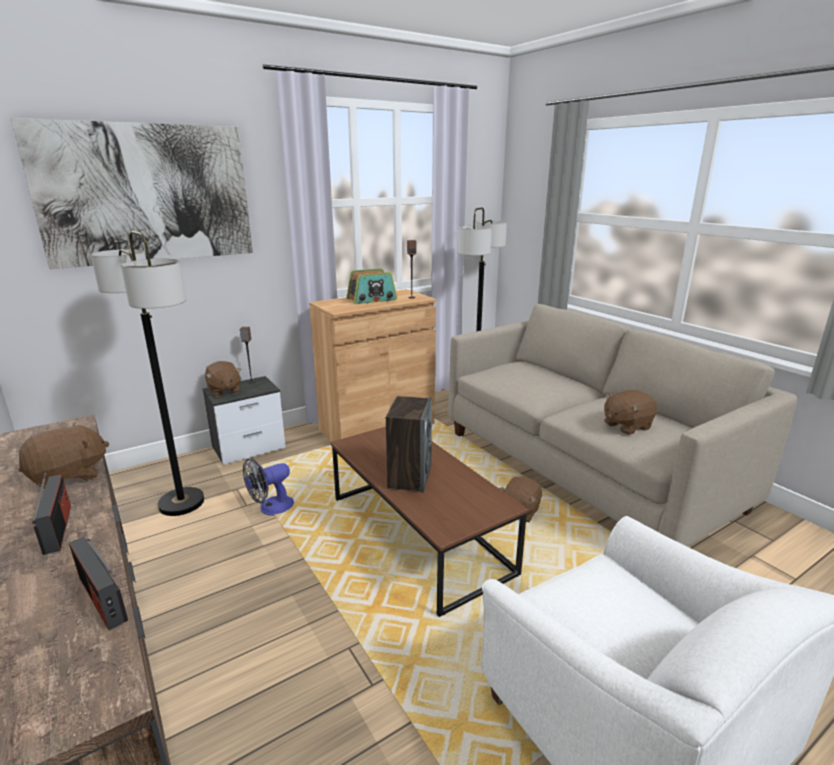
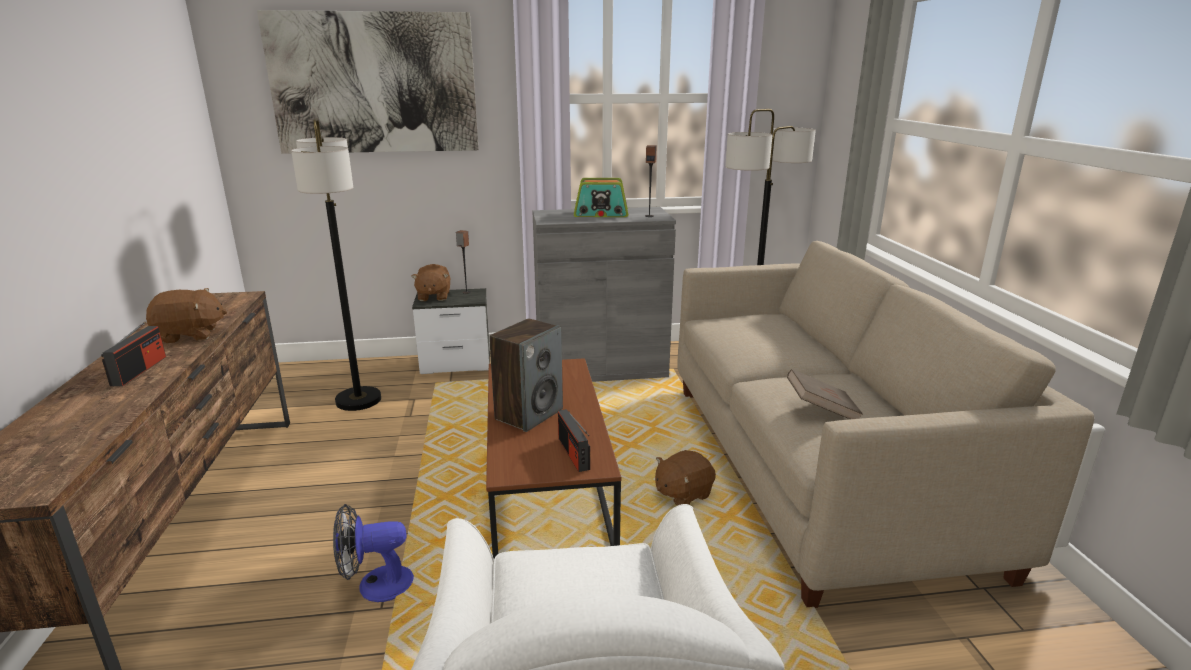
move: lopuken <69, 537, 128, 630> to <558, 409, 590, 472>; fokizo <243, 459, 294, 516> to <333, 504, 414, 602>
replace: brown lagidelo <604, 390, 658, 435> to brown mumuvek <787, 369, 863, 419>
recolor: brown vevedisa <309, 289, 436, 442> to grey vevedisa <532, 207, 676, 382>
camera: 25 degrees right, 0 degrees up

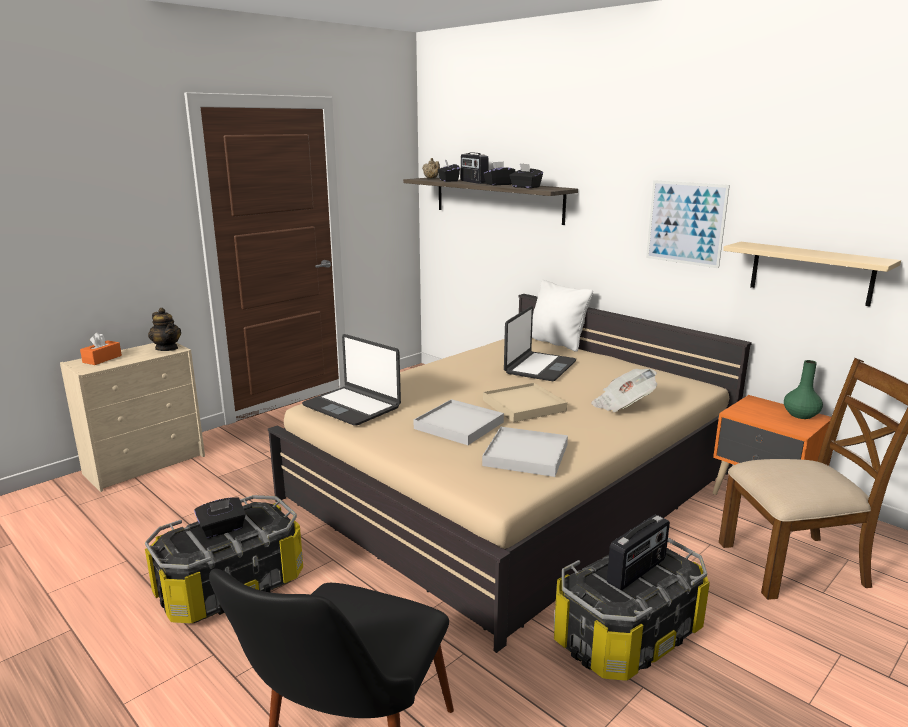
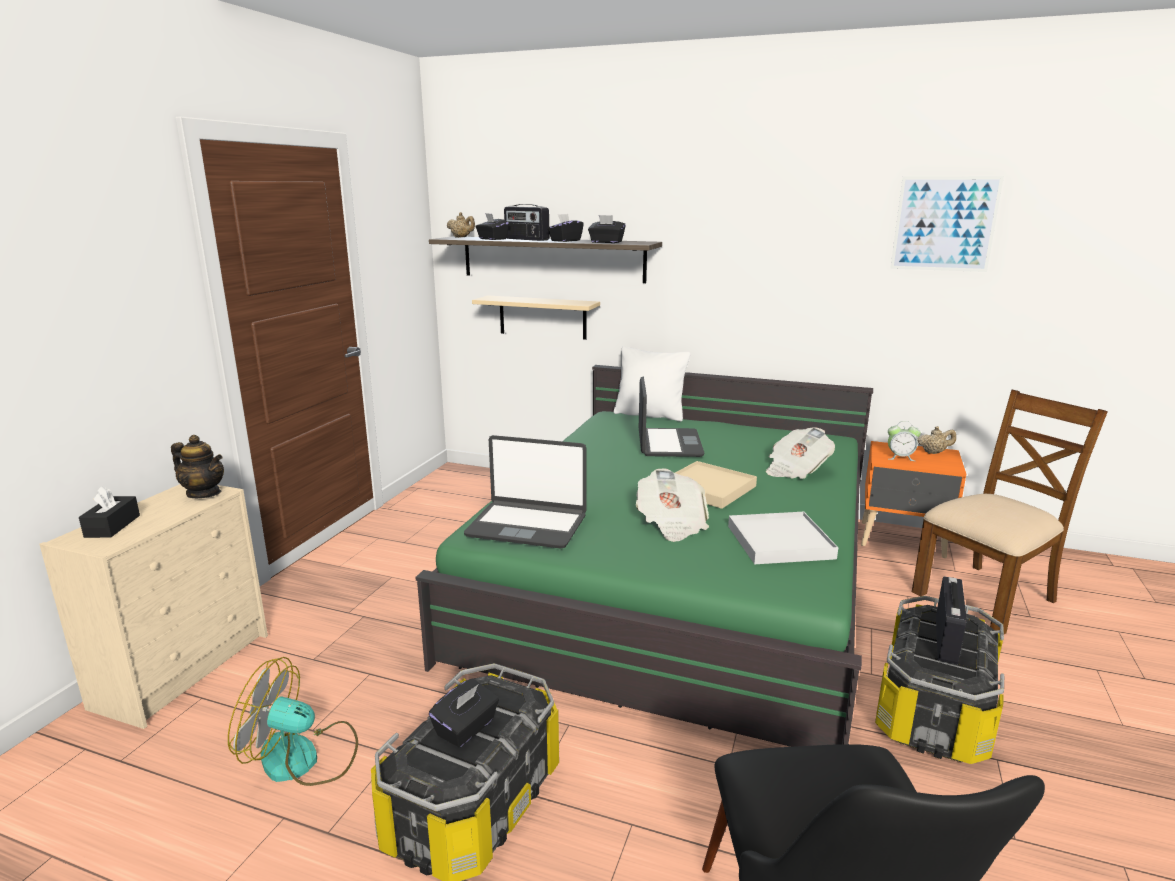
insert: fokizo <228, 657, 358, 786>; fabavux <888, 421, 921, 461>
move: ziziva <646, 180, 730, 268> to <890, 176, 1004, 272>; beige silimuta <723, 242, 901, 306> to <472, 295, 600, 340>
replace: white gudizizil <414, 399, 504, 445> to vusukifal <636, 468, 709, 542>; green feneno <784, 360, 823, 419> to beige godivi <917, 426, 956, 454>
recolor: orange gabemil <80, 332, 122, 365> to black gabemil <79, 486, 140, 538>; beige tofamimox <268, 294, 752, 653> to green tofamimox <415, 365, 873, 747>
camera: 25 degrees left, 0 degrees up

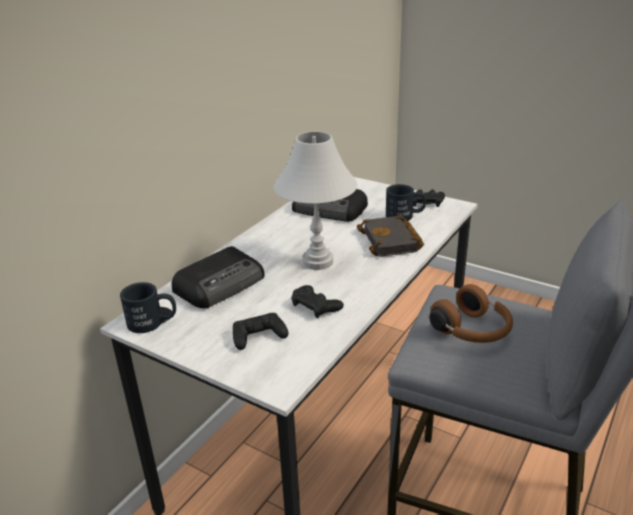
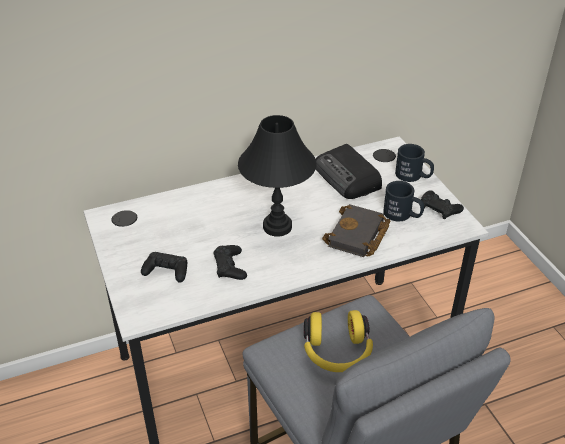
delete: lopuken <172, 246, 265, 308>
move: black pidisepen <120, 282, 176, 333> to <395, 144, 434, 182>
recolor: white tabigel <274, 132, 358, 270> to black tabigel <238, 115, 317, 237>; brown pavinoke <429, 284, 513, 343> to yellow pavinoke <304, 310, 373, 372>
camera: 35 degrees right, 10 degrees up

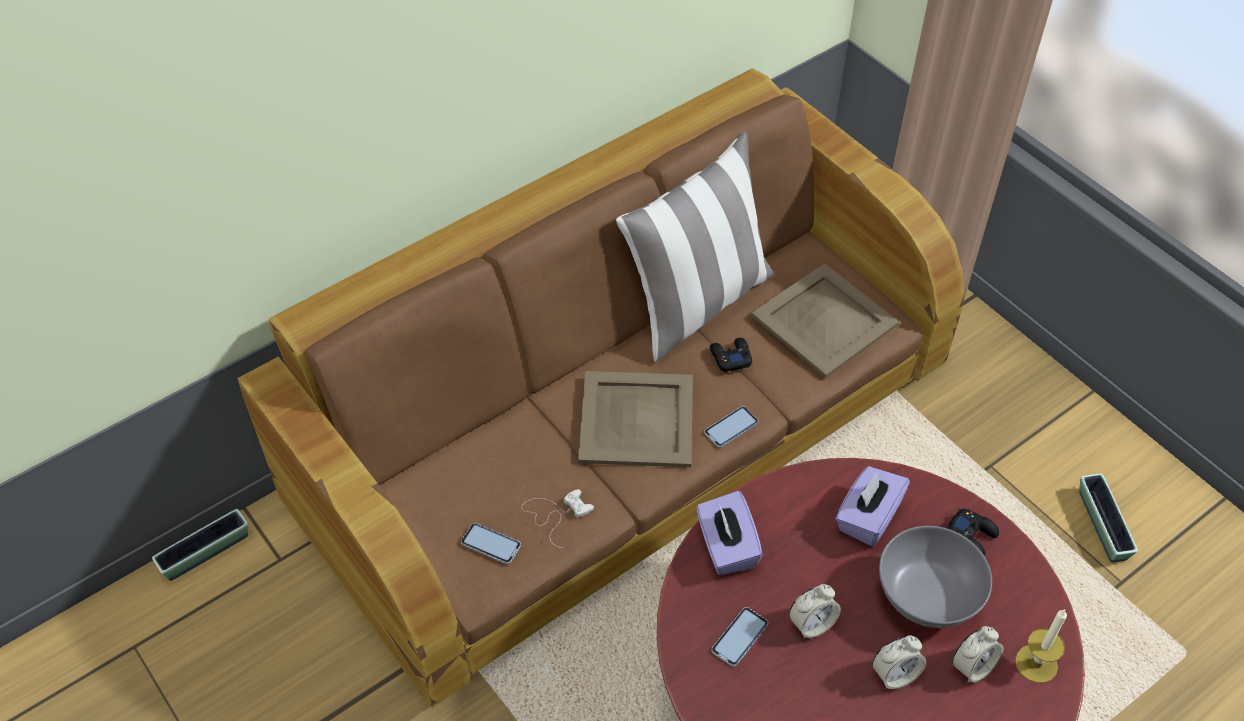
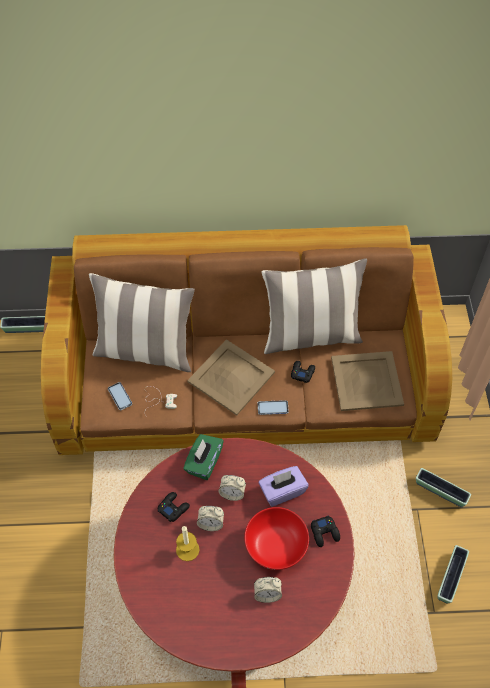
insert: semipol <89, 273, 195, 372>; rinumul <416, 468, 471, 507>
move: fabavux <872, 635, 926, 689> to <218, 475, 246, 501>; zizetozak <1015, 609, 1067, 683> to <176, 526, 199, 561>
replace: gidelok <711, 607, 768, 667> to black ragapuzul <158, 492, 190, 522>
recolor: purple gabemil <696, 491, 763, 575> to green gabemil <183, 434, 224, 480>; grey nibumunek <879, 526, 992, 628> to red nibumunek <244, 507, 309, 570>
camera: 35 degrees right, 5 degrees up

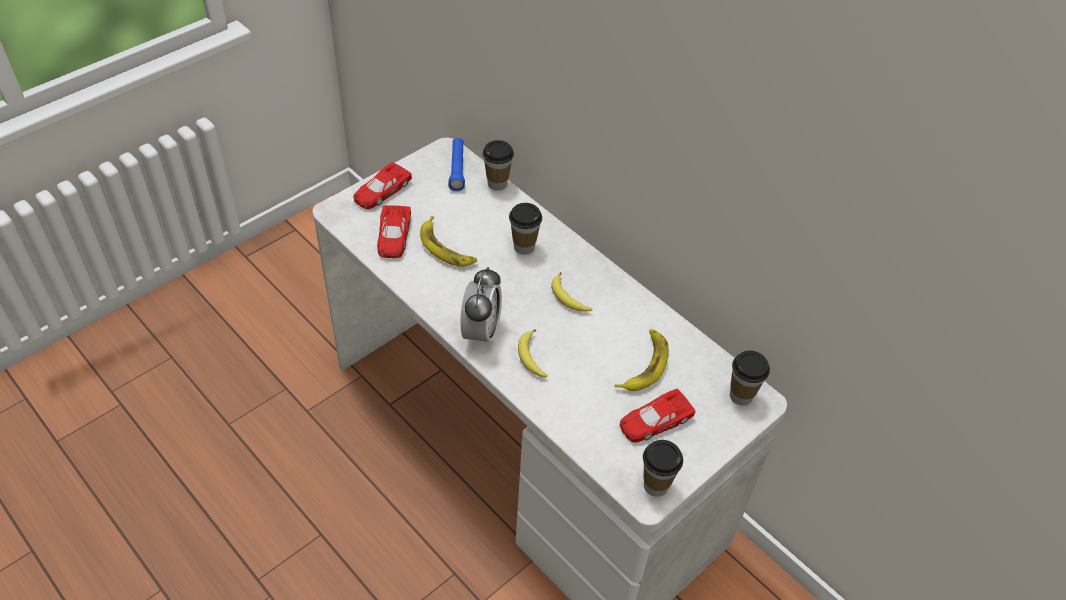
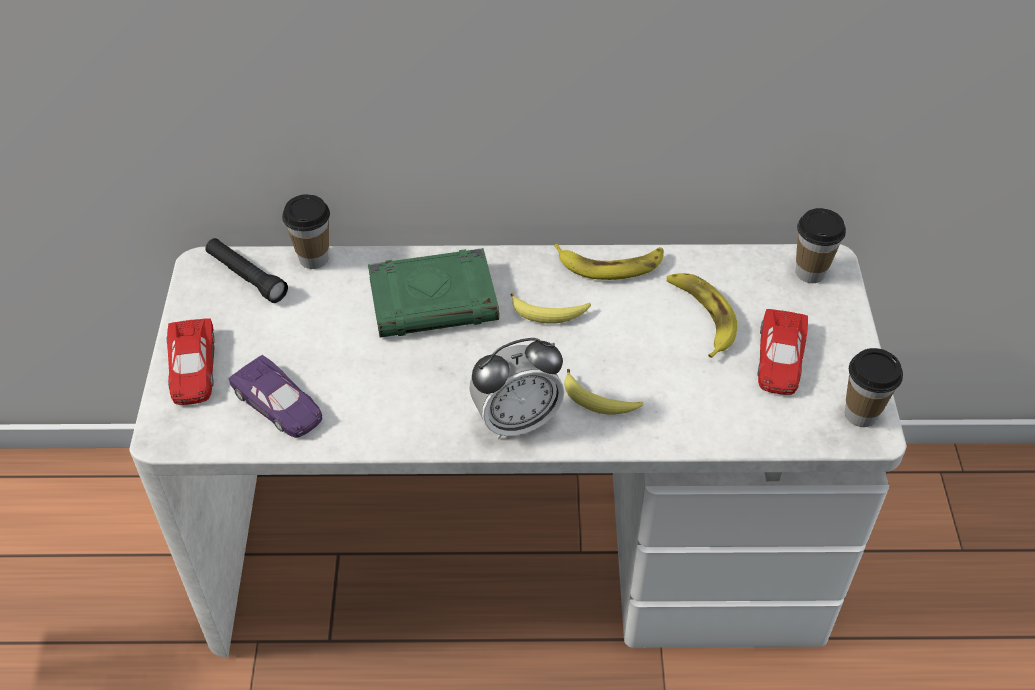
move: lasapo <420, 216, 477, 267> to <554, 244, 664, 280>
replace: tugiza <509, 203, 542, 255> to green mumuvek <368, 248, 499, 338>
recolor: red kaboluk <377, 205, 411, 258> to purple kaboluk <229, 355, 322, 438>; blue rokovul <448, 138, 465, 191> to black rokovul <205, 238, 288, 303>
rotate: fabavux <460, 267, 502, 348> = <469, 338, 564, 439> 105 degrees clockwise
camera: 45 degrees left, 0 degrees up

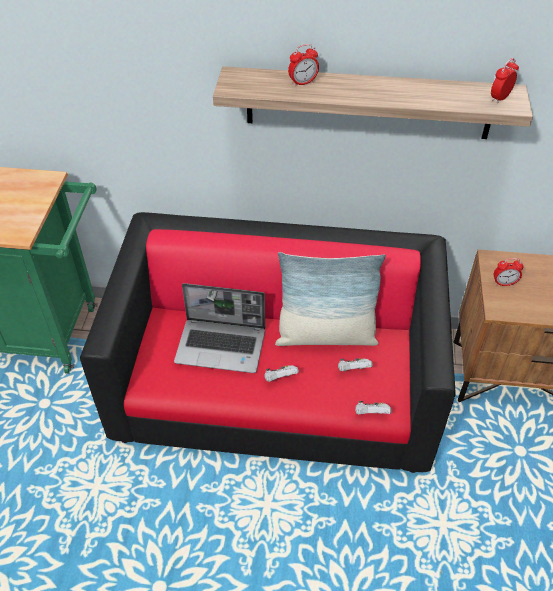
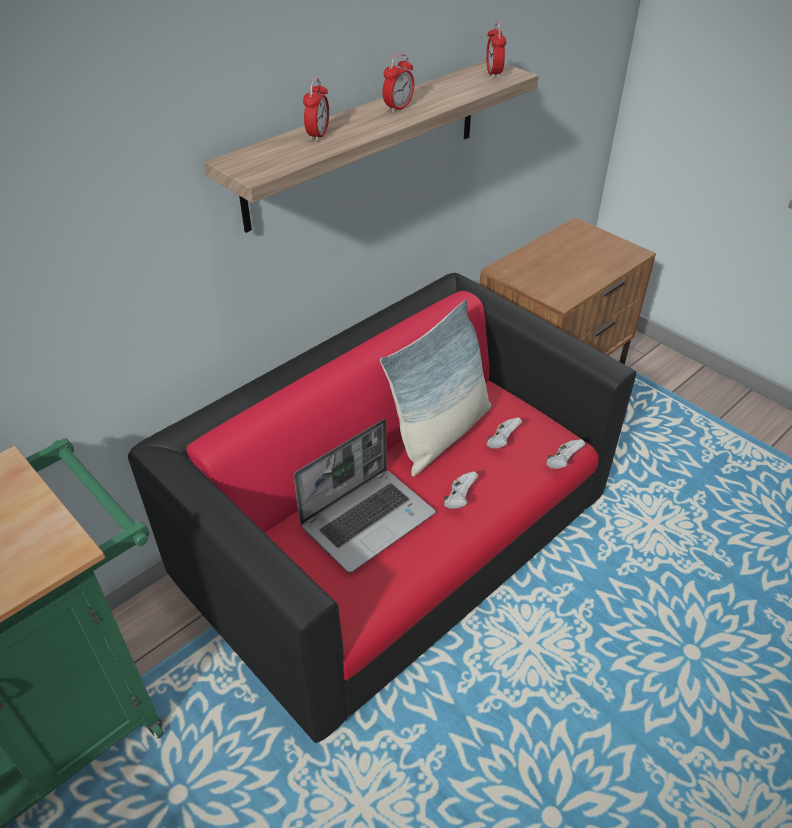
move: fabavux <494, 258, 524, 286> to <382, 54, 414, 113>
camera: 50 degrees left, 5 degrees down

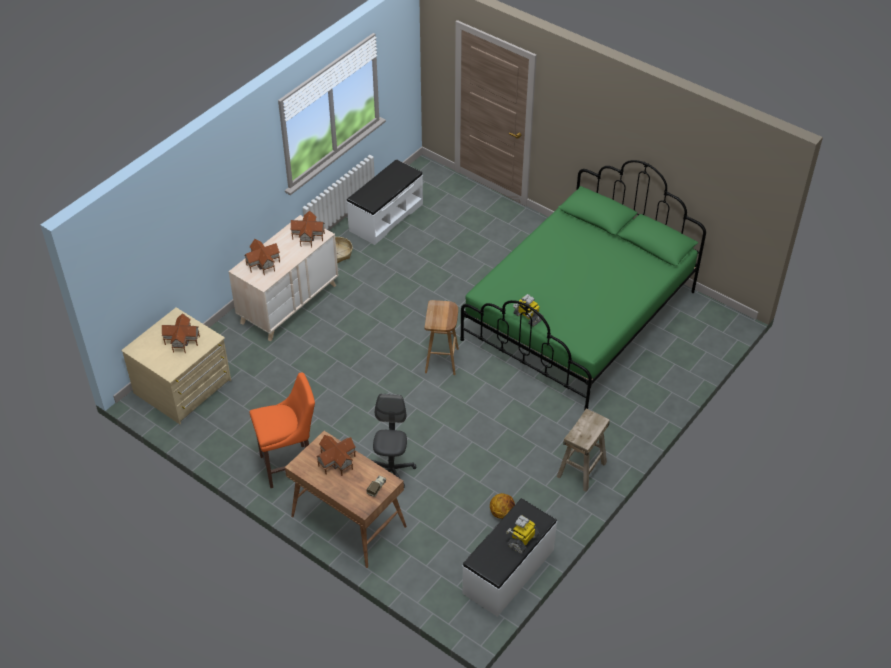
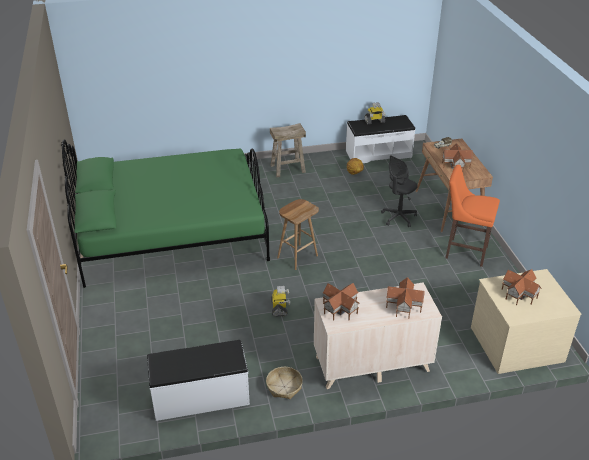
move: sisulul <513, 294, 543, 327> to <271, 286, 290, 317>
camera: 140 degrees left, 10 degrees down

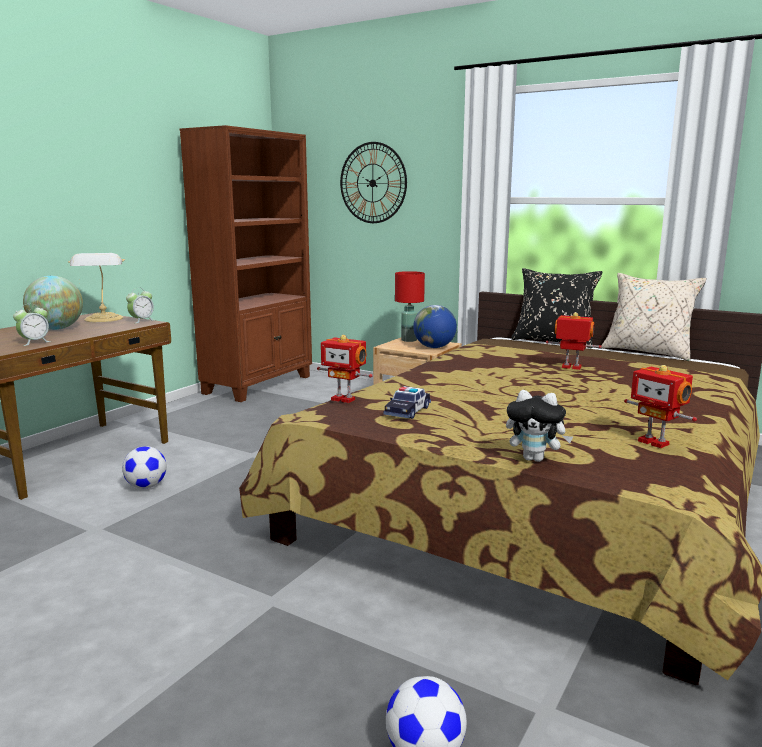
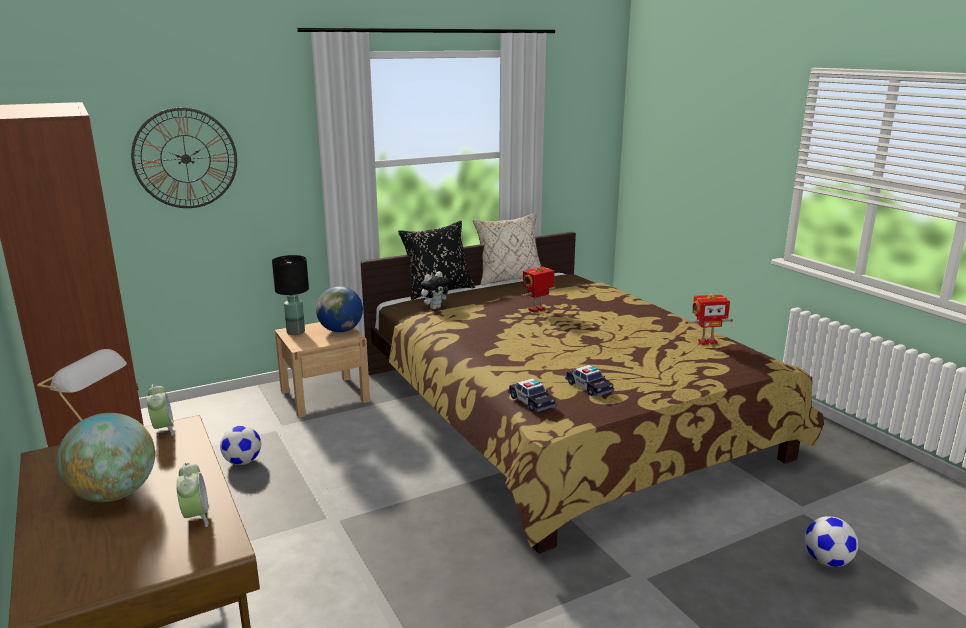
move: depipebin <122, 446, 167, 489> to <220, 425, 261, 465>; lagidelo <506, 390, 573, 462> to <420, 271, 450, 310>
replace: sisulul <317, 335, 372, 403> to kaboluk <508, 378, 556, 412>
recolor: red tabigel <395, 271, 425, 342> to black tabigel <272, 255, 309, 335>
camera: 60 degrees left, 5 degrees up

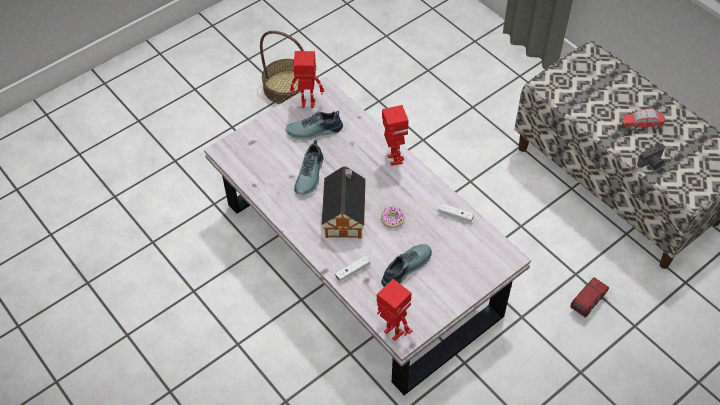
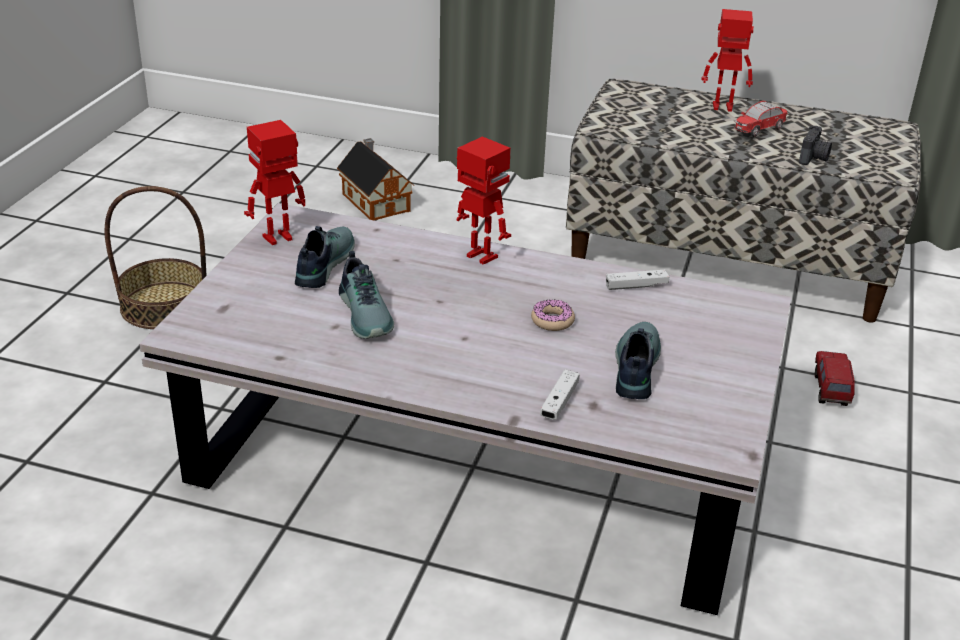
move: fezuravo <321, 166, 366, 238> to <337, 138, 414, 221>; sisulul <377, 279, 412, 341> to <701, 9, 754, 112>
rotate: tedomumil <286, 111, 343, 140> = <295, 226, 355, 288> 150 degrees clockwise
camera: 35 degrees left, 20 degrees down

